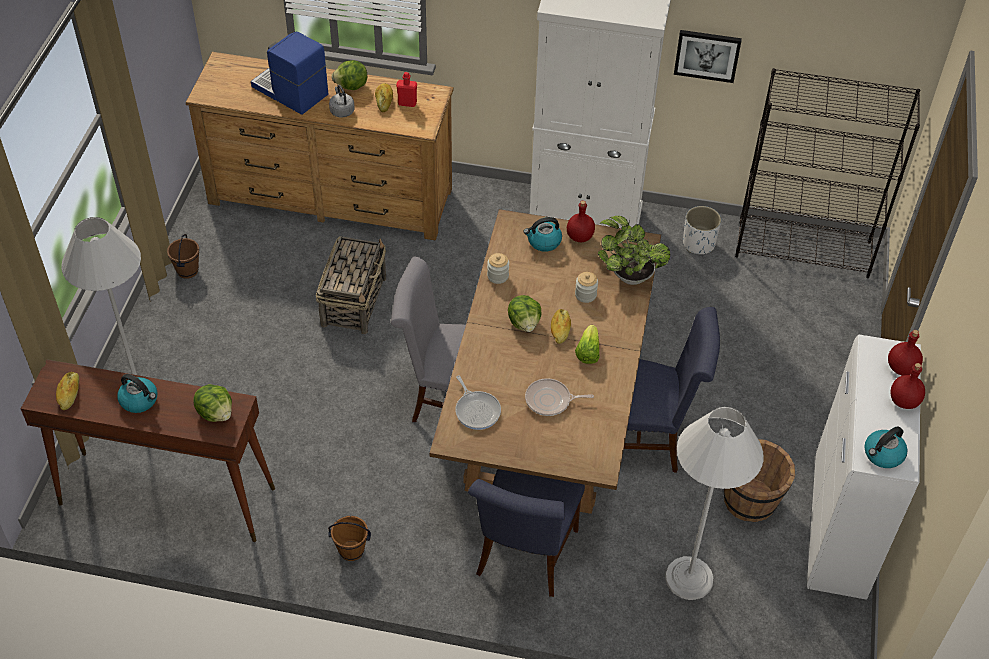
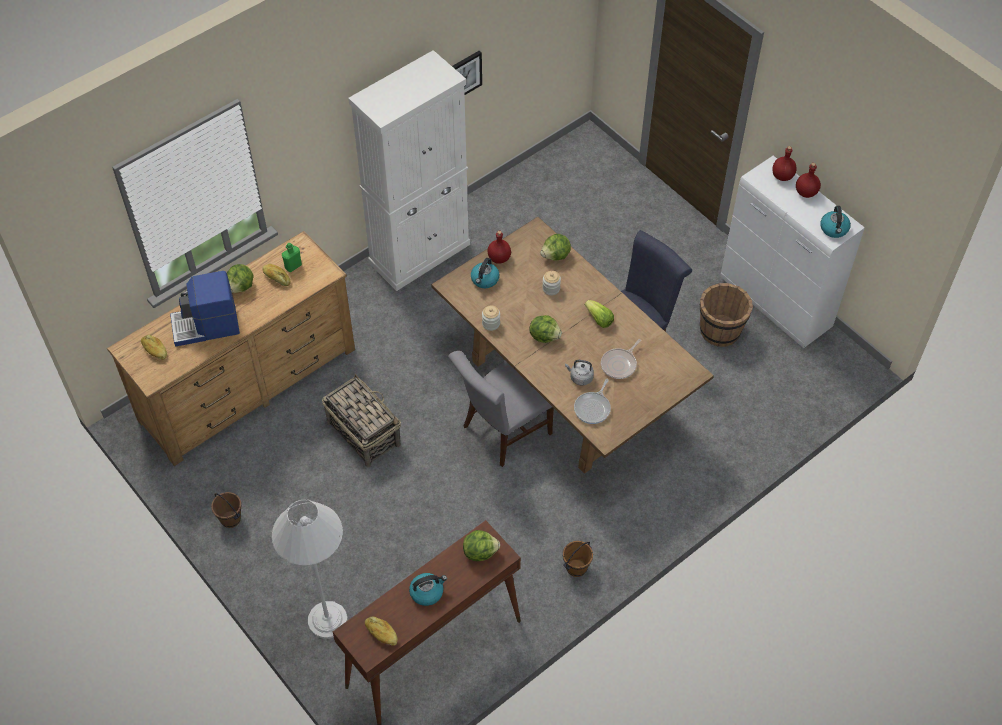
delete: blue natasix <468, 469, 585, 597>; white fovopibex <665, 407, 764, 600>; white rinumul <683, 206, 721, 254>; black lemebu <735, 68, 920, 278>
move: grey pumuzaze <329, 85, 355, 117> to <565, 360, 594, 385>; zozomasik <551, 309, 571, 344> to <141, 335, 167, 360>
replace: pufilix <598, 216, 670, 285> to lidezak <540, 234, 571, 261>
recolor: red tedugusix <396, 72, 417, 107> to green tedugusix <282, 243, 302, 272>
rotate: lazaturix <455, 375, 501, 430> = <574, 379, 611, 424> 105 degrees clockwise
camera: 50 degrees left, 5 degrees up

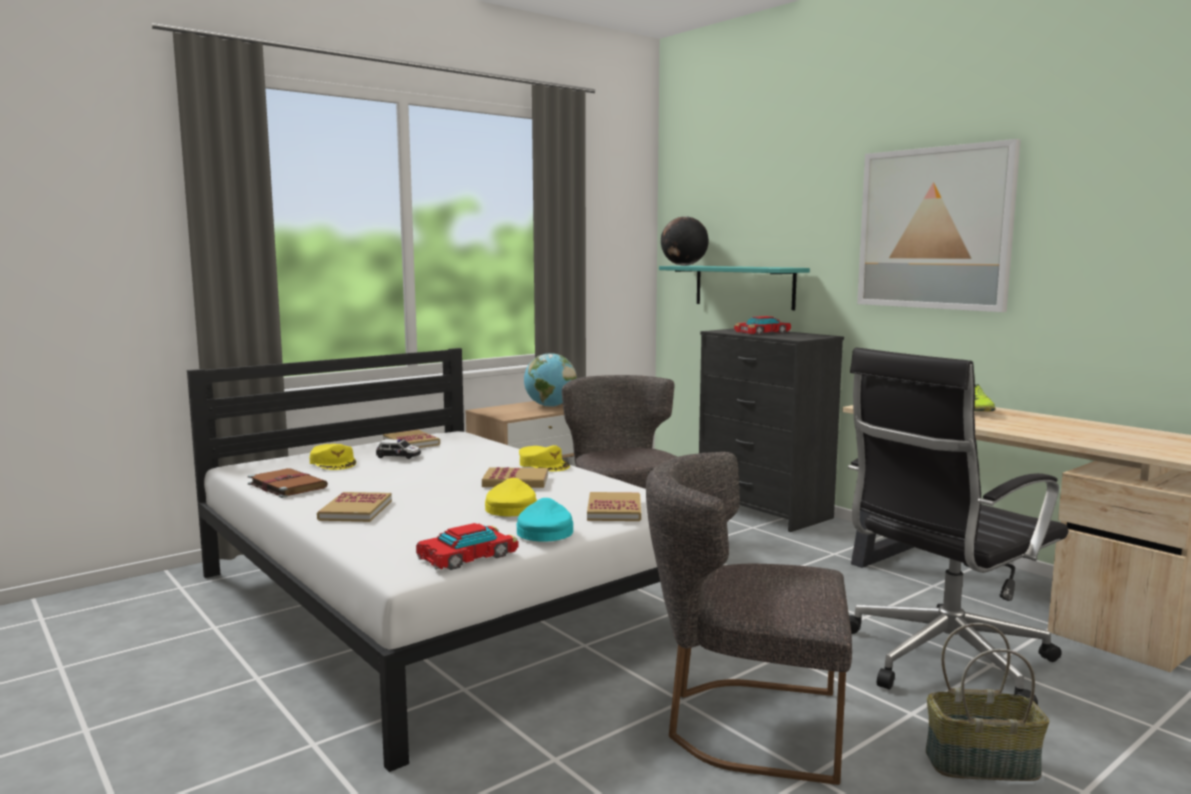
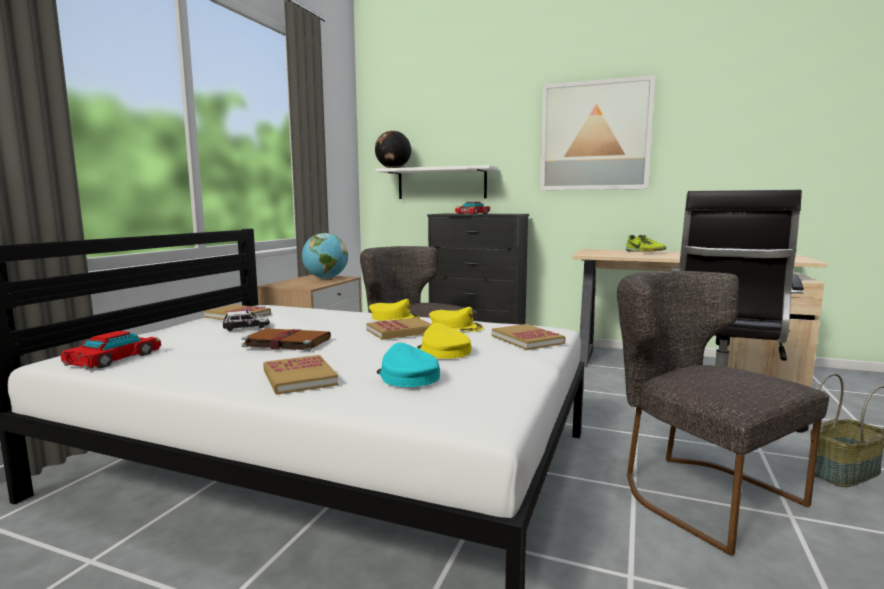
move: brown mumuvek <248, 468, 328, 498> to <242, 328, 331, 351>; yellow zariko <309, 444, 356, 470> to <429, 307, 484, 332>; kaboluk <416, 523, 518, 570> to <60, 331, 161, 369>; turquoise zariko <517, 498, 573, 542> to <376, 343, 440, 387>
recolor: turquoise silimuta <659, 266, 810, 310> to white silimuta <375, 165, 498, 199>
rotate: grey natasix <646, 452, 852, 785> = <617, 271, 829, 556> 75 degrees clockwise
camera: 30 degrees left, 0 degrees up

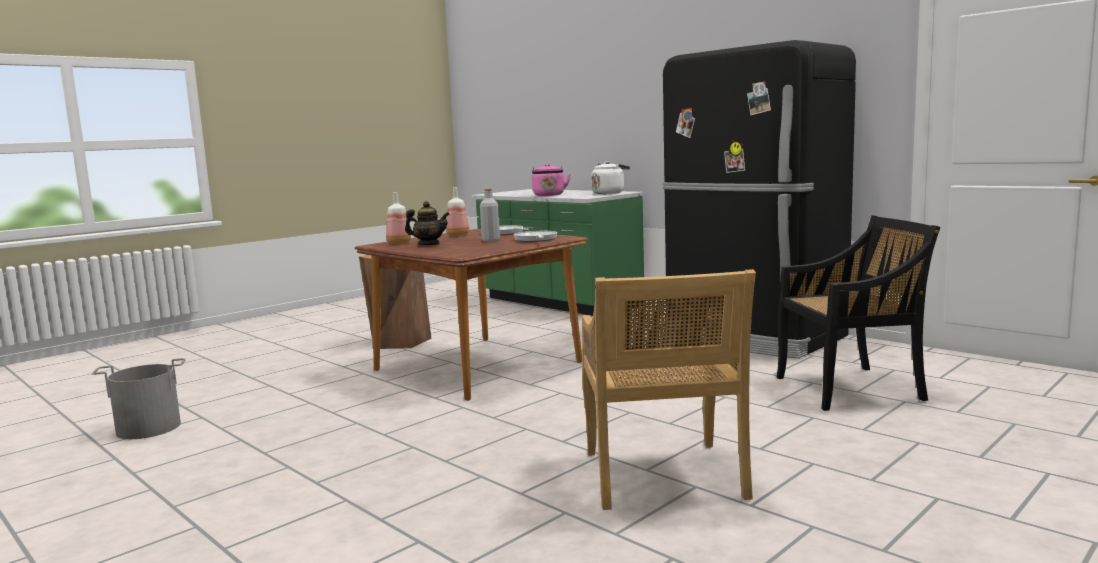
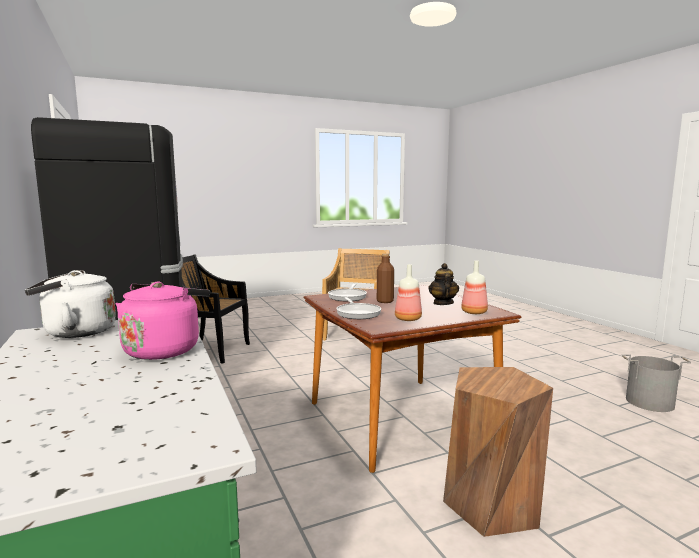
recolor: grey tedugusix <480, 188, 500, 242> to brown tedugusix <377, 253, 394, 303>
rotate: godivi <405, 201, 450, 245> = <428, 263, 459, 305> 60 degrees clockwise
camera: 160 degrees left, 0 degrees up

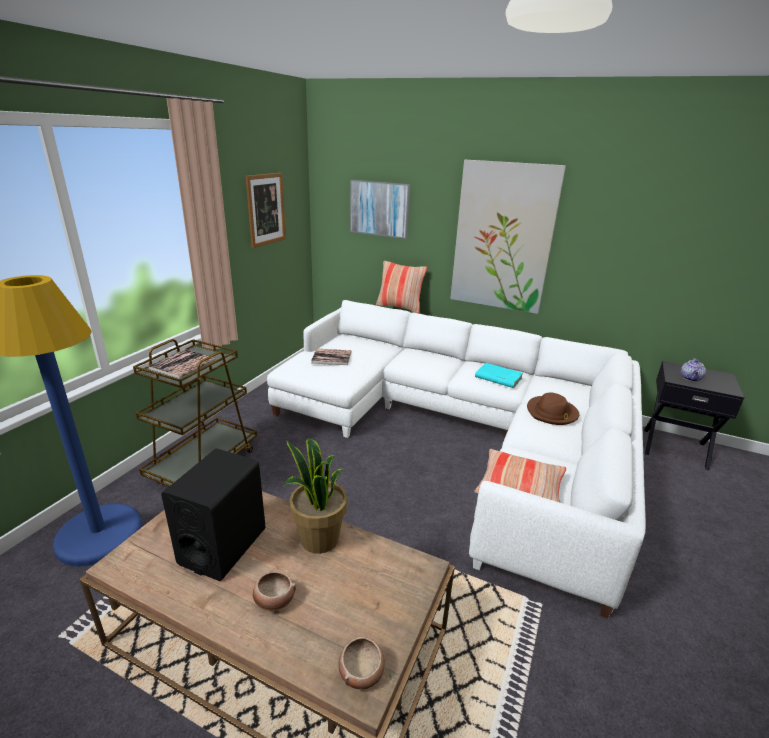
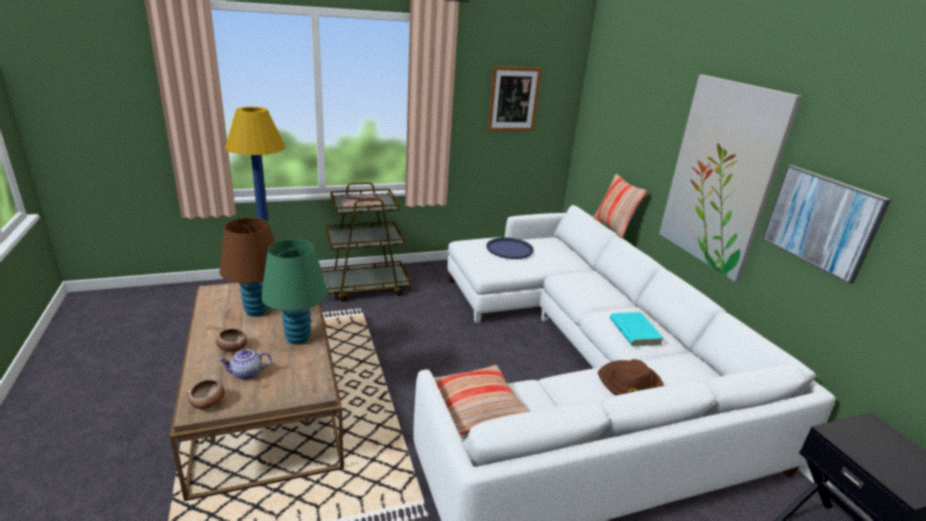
move: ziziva <350, 180, 410, 239> to <762, 165, 891, 284>; godivi <681, 358, 706, 382> to <218, 349, 271, 380>
replace: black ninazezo <161, 448, 266, 581> to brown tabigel <220, 218, 275, 317>; pufilix <284, 439, 347, 554> to green tabigel <261, 239, 328, 345>; mumuvek <311, 349, 351, 365> to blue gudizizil <486, 237, 534, 259>
camera: 45 degrees right, 0 degrees up

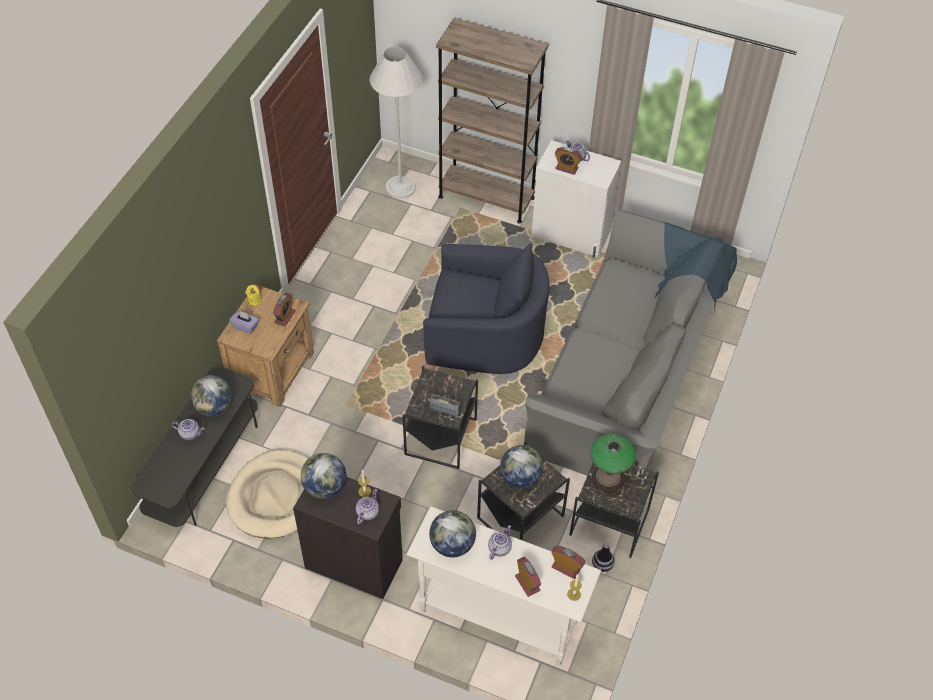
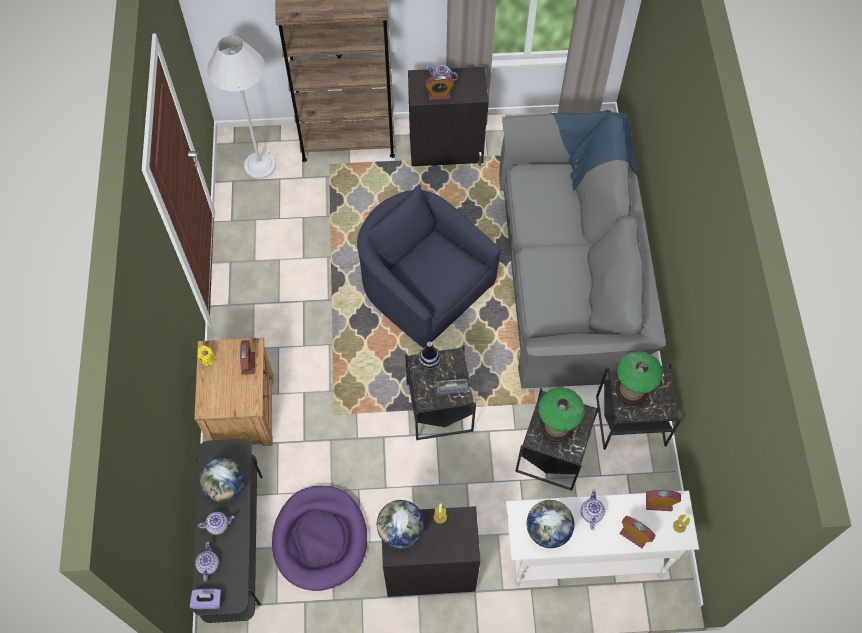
move: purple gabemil <229, 311, 259, 334> to <190, 589, 221, 609>; godivi <356, 489, 379, 524> to <195, 542, 219, 582>; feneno <592, 543, 615, 572> to <418, 341, 441, 369>
replace: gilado <500, 445, 543, 488> to tabigel <538, 387, 585, 442>
recolor: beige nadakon <226, 450, 309, 538> to purple nadakon <272, 486, 367, 591>; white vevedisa <532, 140, 621, 258> to black vevedisa <408, 67, 489, 166>
rotate: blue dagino <423, 243, 550, 374> = <357, 184, 501, 348> 120 degrees counterclockwise
camera: 25 degrees left, 10 degrees up

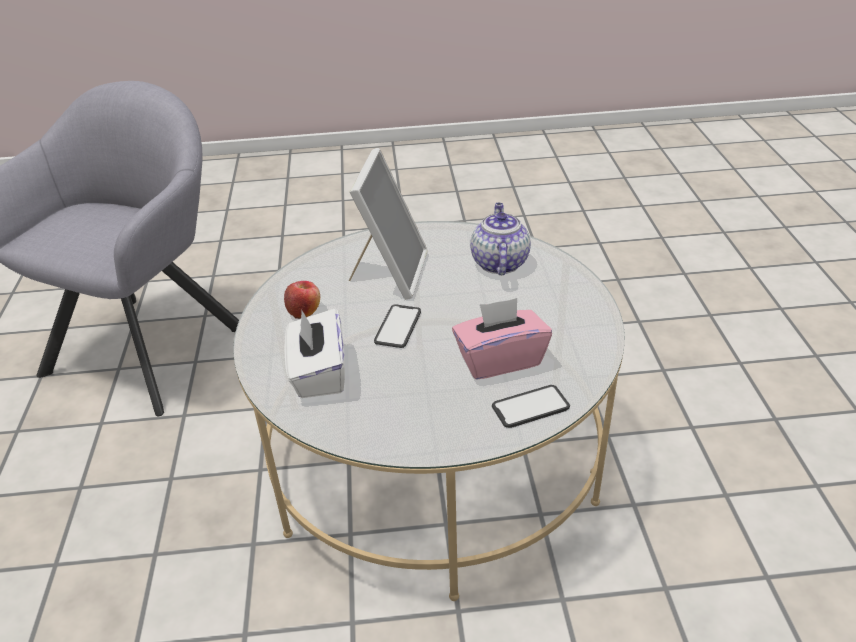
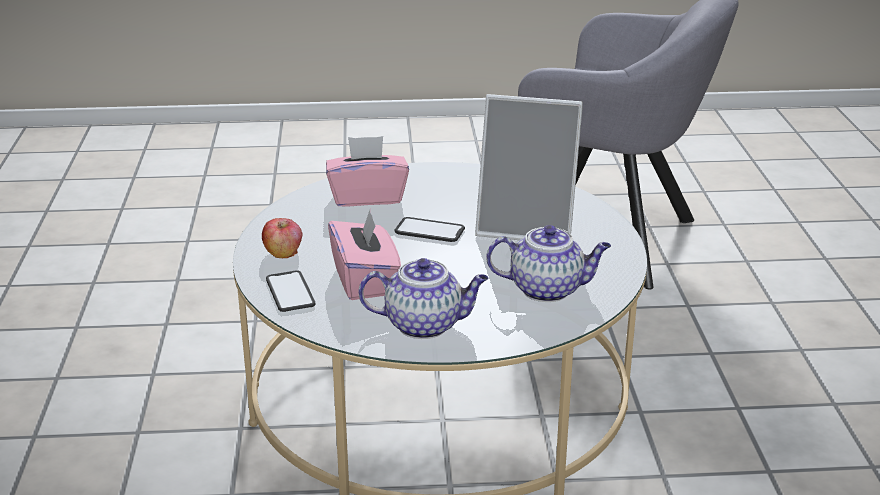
insert: godivi <358, 258, 489, 339>
move: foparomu <284, 281, 320, 319> to <262, 218, 302, 258>
recolor: white gabemil <284, 309, 345, 398> to pink gabemil <326, 136, 409, 206>
camera: 90 degrees right, 10 degrees down

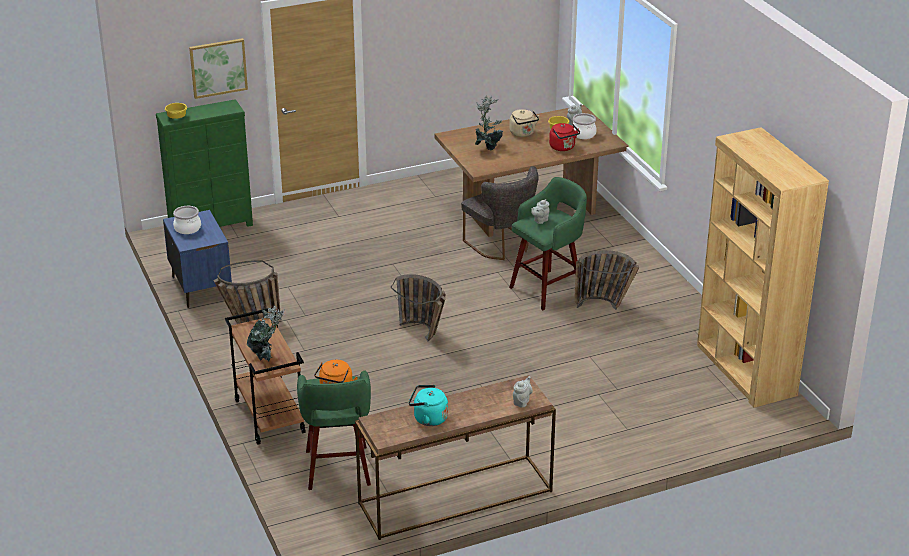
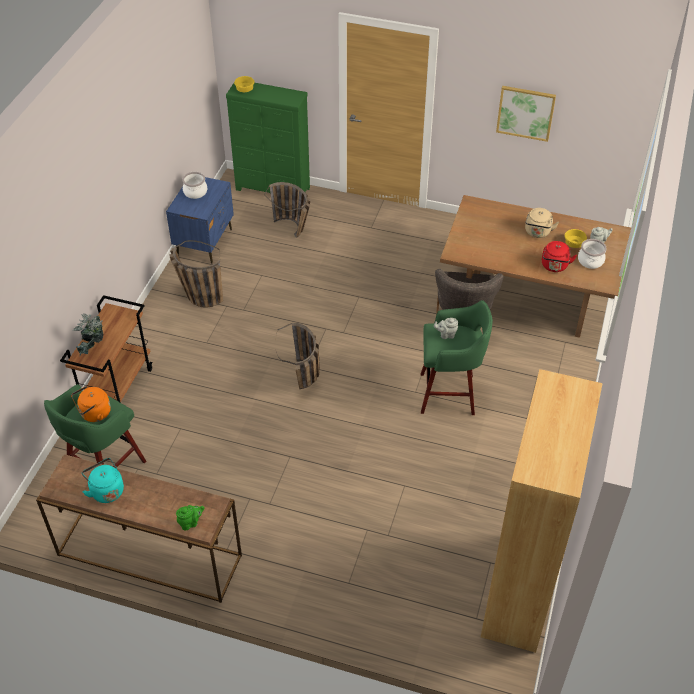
delete: pufilix <475, 96, 503, 151>
move: ziziva <189, 38, 248, 99> to <496, 86, 556, 142>; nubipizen <574, 250, 639, 310> to <264, 182, 310, 238>
recolor: grey godivi <513, 376, 533, 408> to green godivi <176, 505, 204, 530>
camera: 40 degrees right, 15 degrees up

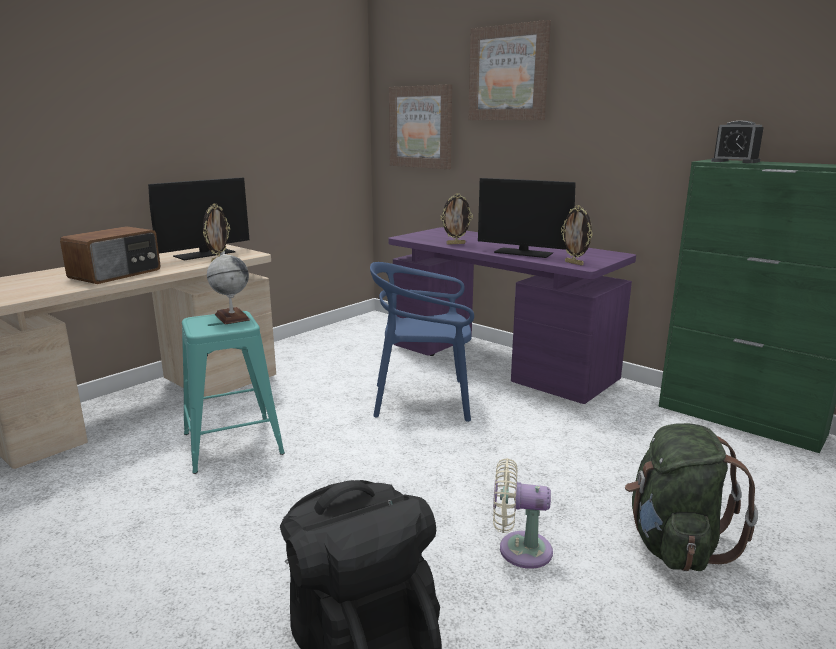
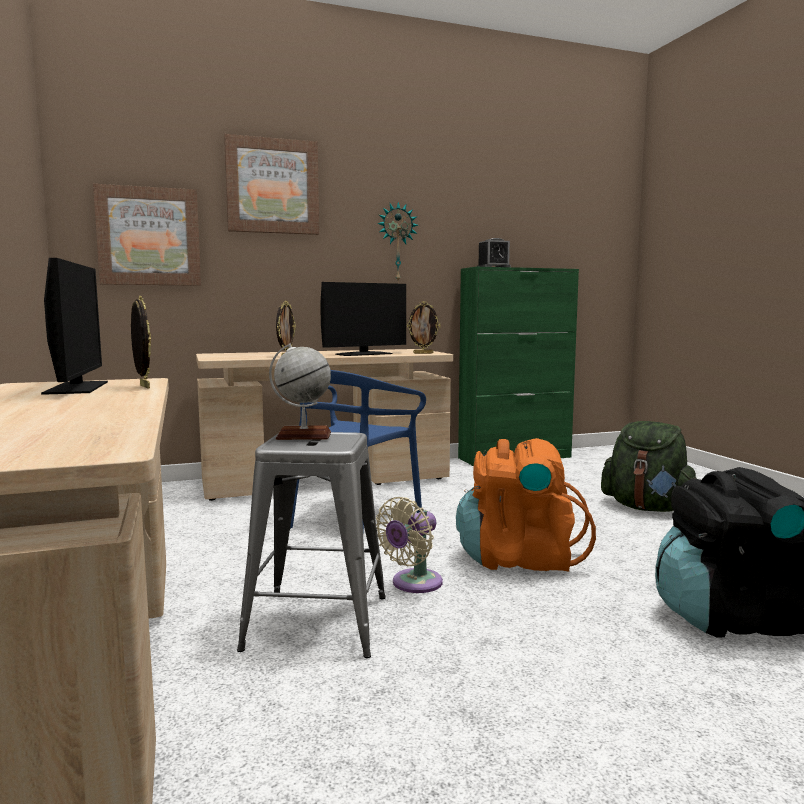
delete: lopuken <60, 226, 161, 284>
insert: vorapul <377, 202, 418, 281>; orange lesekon <456, 438, 596, 572>
move: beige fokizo <493, 458, 553, 569> to <376, 497, 443, 593>
recolor: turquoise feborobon <182, 311, 285, 474> to grey feborobon <237, 432, 386, 658>; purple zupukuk <388, 227, 636, 404> to beige zupukuk <196, 349, 453, 501>
camera: 60 degrees left, 10 degrees down

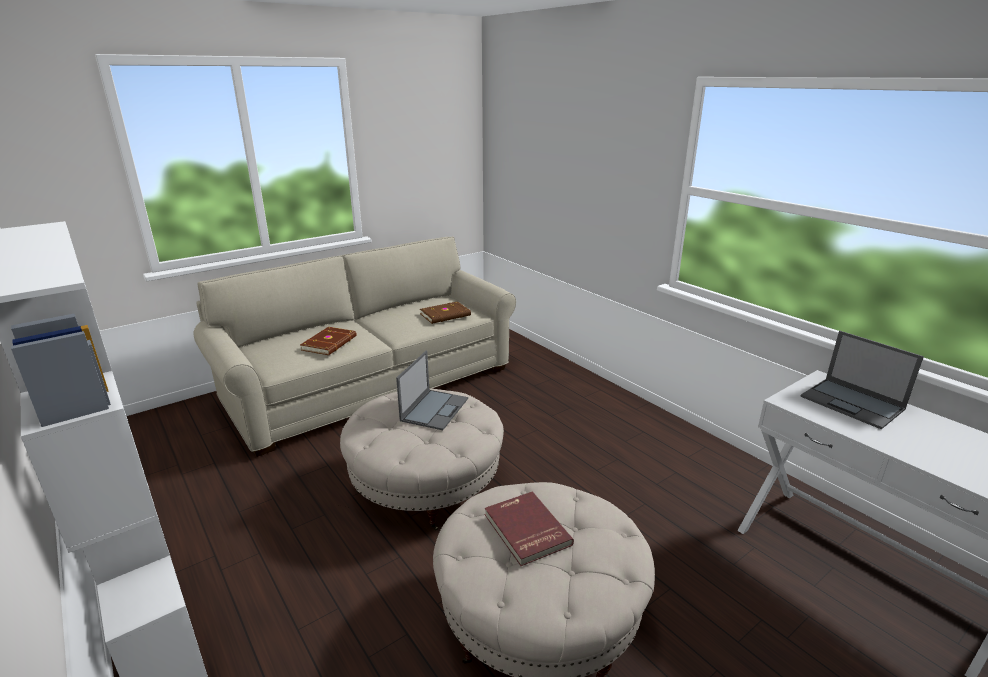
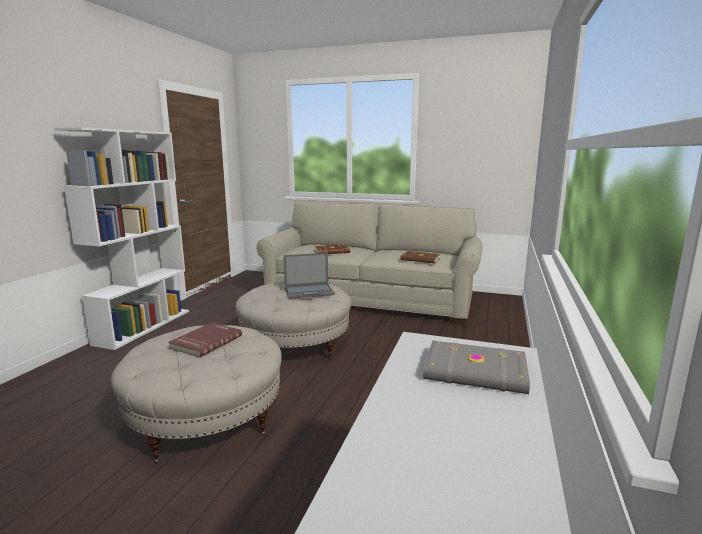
replace: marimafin <801, 331, 924, 429> to grey mumuvek <423, 340, 530, 394>
camera: 55 degrees right, 10 degrees down

